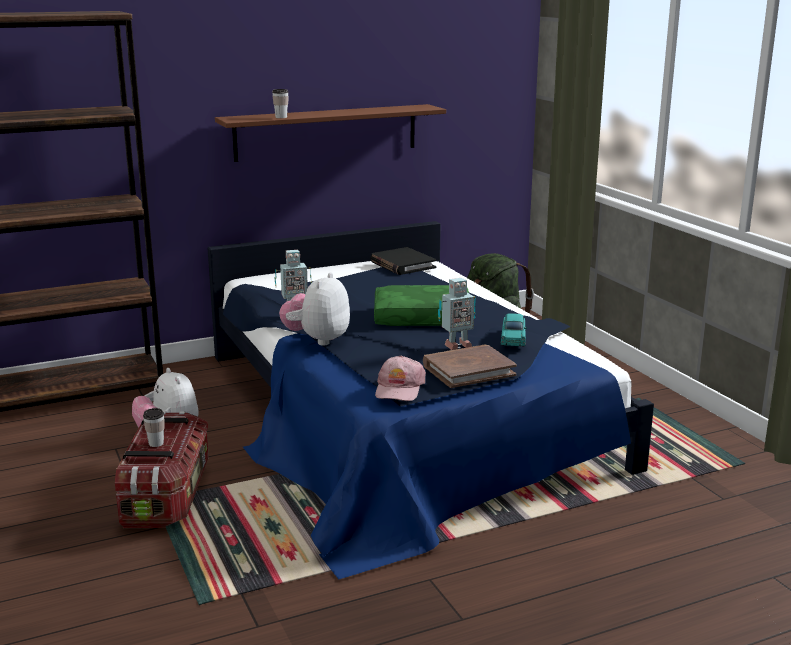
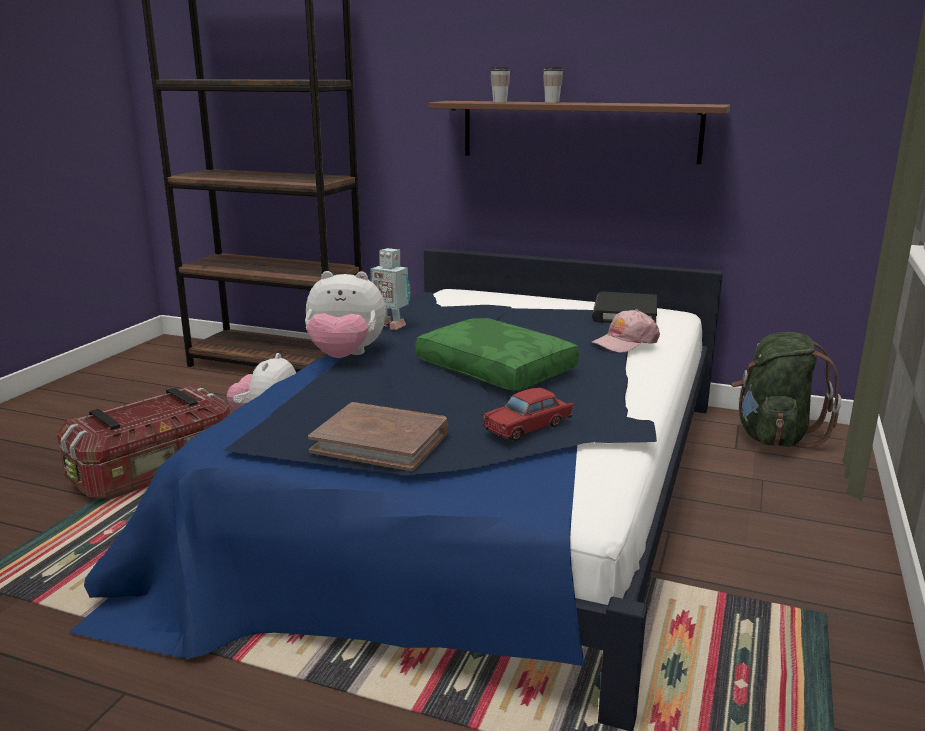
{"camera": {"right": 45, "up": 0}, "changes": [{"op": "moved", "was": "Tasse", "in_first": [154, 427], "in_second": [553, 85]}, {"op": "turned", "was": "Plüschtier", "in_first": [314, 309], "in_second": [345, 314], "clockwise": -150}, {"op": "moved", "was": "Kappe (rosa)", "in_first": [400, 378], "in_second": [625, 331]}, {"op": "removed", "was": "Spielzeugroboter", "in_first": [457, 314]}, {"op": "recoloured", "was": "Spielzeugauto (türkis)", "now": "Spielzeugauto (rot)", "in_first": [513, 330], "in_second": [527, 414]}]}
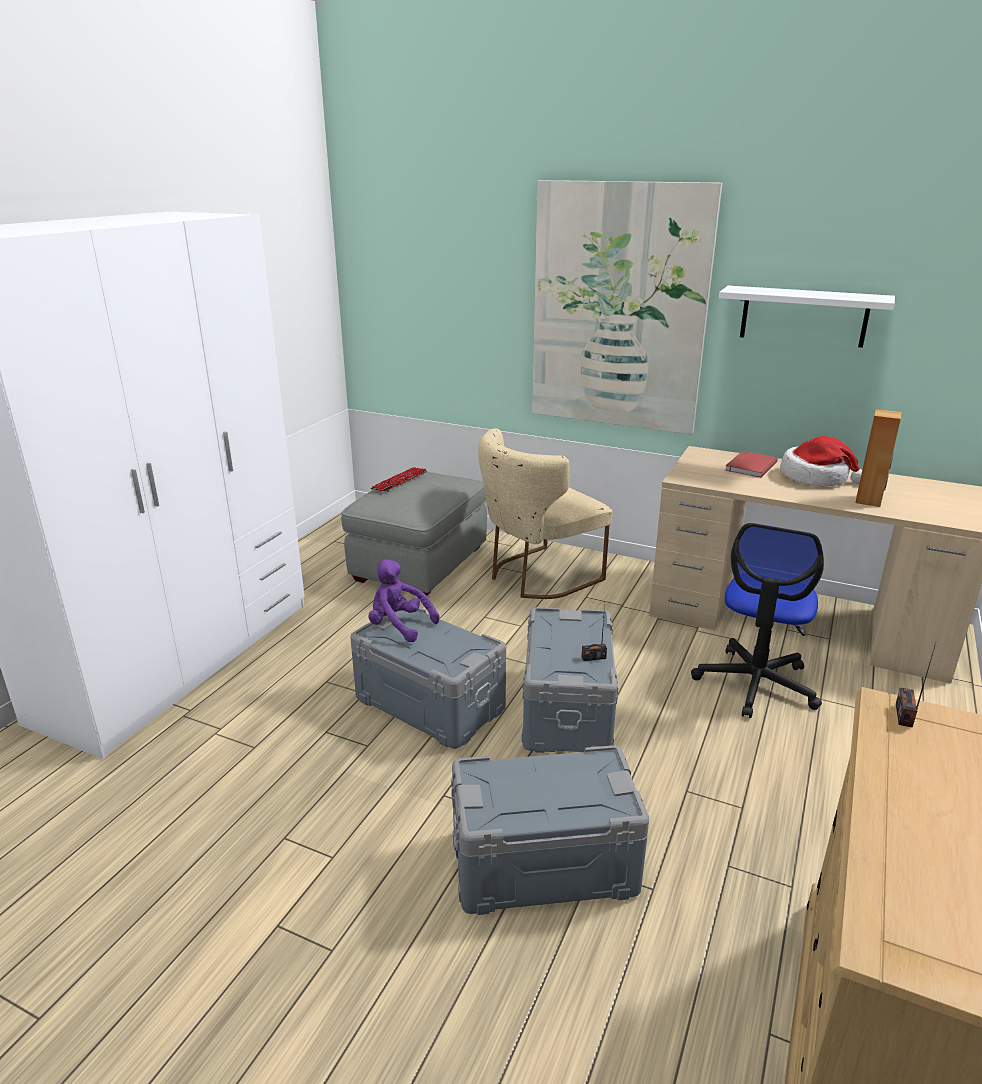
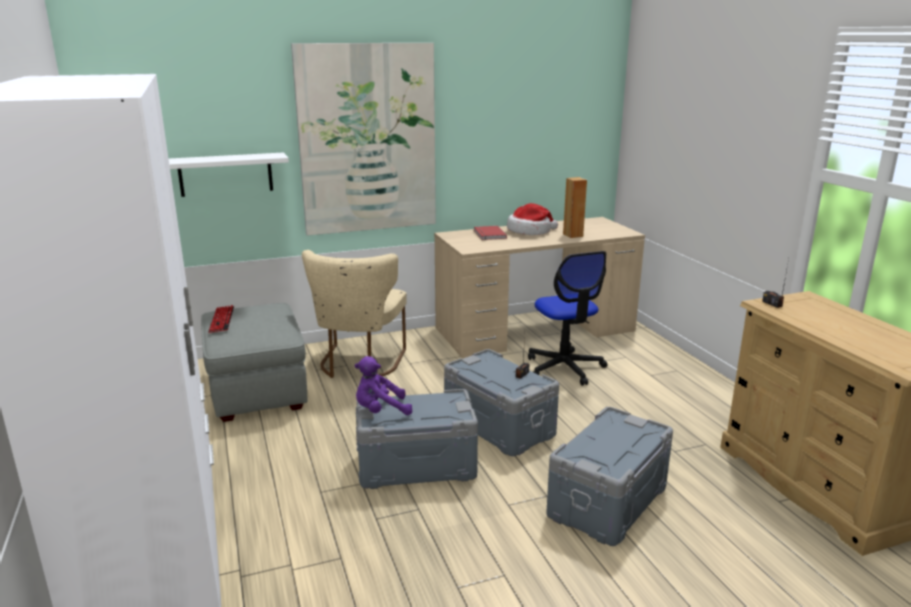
{"camera": {"right": -45, "up": -5}, "changes": [{"op": "moved", "was": "Wandregal (weiß)", "in_first": [807, 317], "in_second": [229, 174]}]}
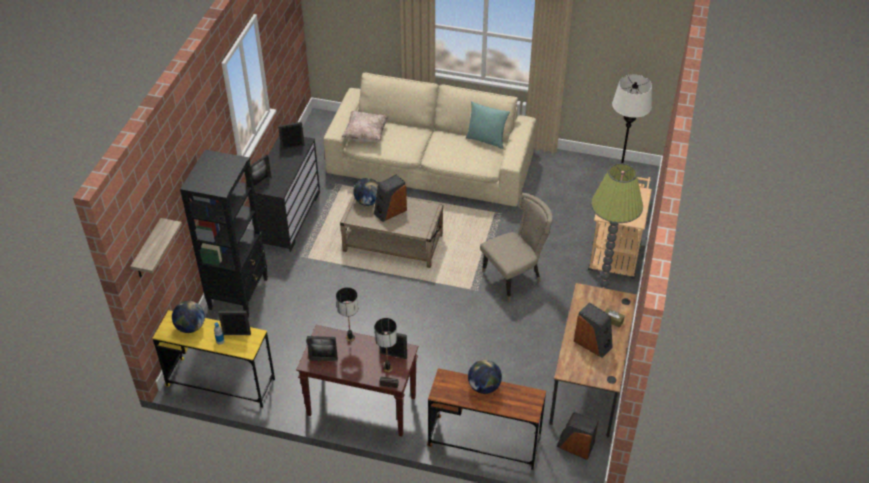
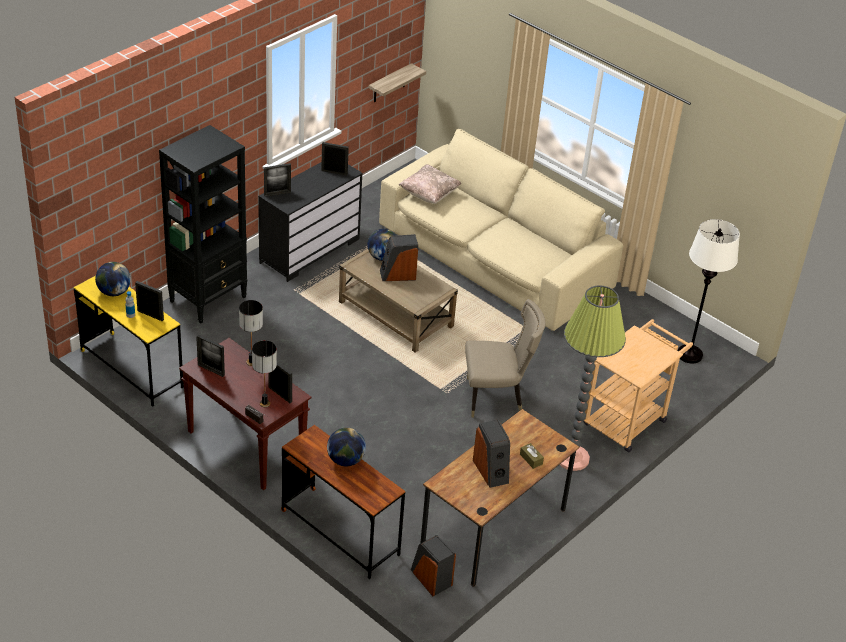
{"camera": {"right": 25, "up": -5}, "changes": [{"op": "moved", "was": "Wandregal", "in_first": [156, 248], "in_second": [397, 82]}, {"op": "removed", "was": "Kissen (türkis)", "in_first": [488, 125]}]}
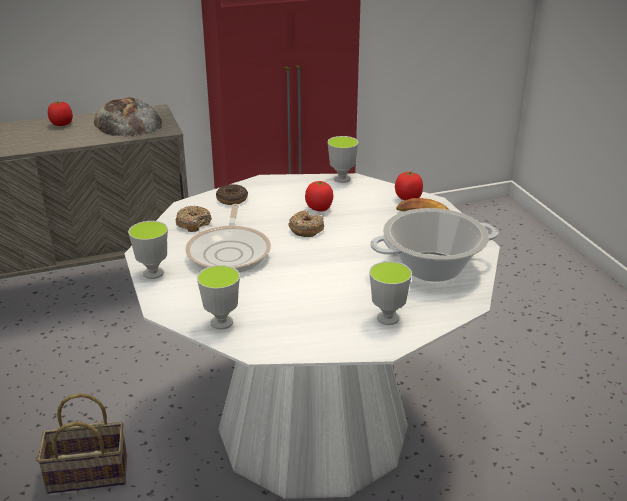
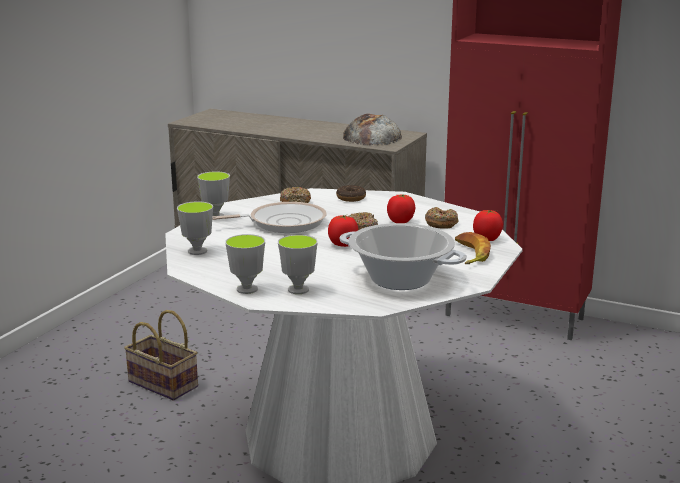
{"camera": {"right": 45, "up": -10}, "changes": [{"op": "moved", "was": "Tomate", "in_first": [60, 113], "in_second": [343, 231]}, {"op": "turned", "was": "Pfanne", "in_first": [228, 238], "in_second": [269, 217], "clockwise": -150}, {"op": "moved", "was": "Tasse", "in_first": [343, 159], "in_second": [245, 264]}, {"op": "added", "now": "Donut", "in_second": [442, 218]}]}
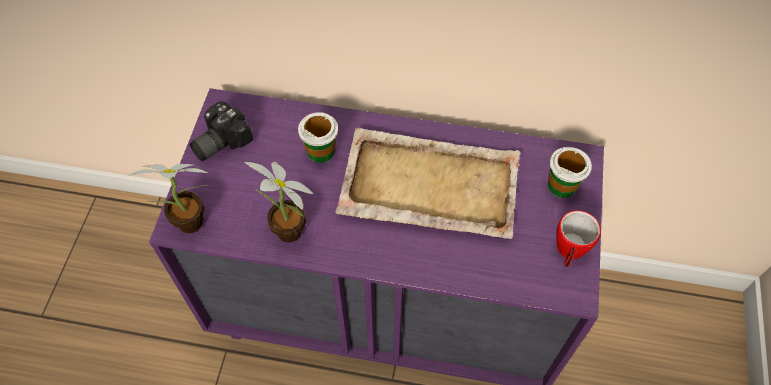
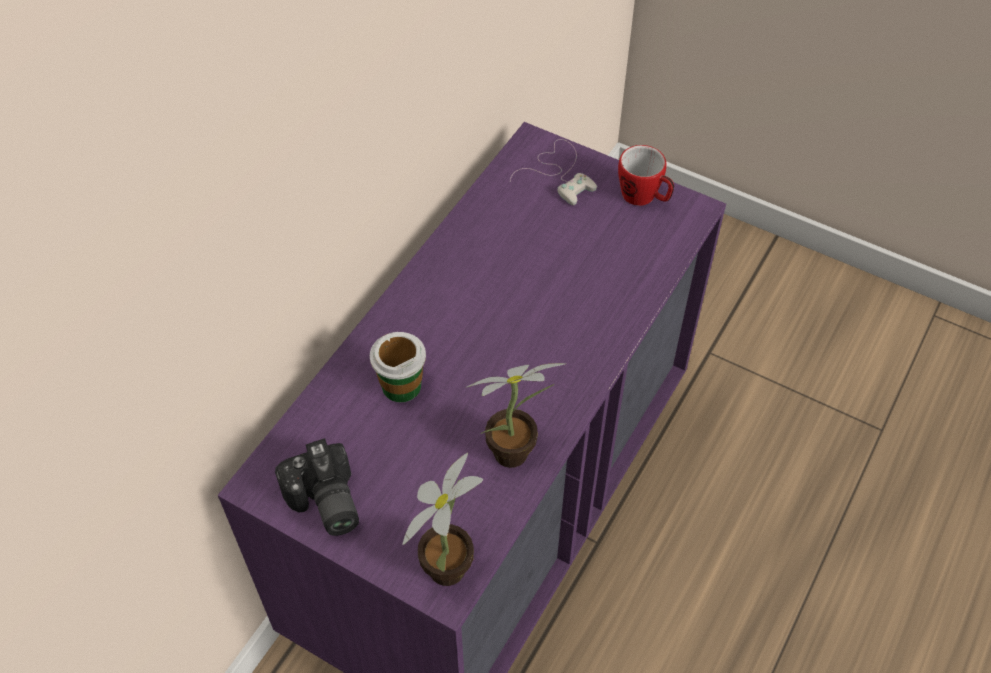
{"camera": {"right": -70, "up": -5}, "changes": [{"op": "removed", "was": "Tablett (beige)", "in_first": [428, 183]}, {"op": "replaced", "was": "Tasse", "now": "Gamepad (weiß)", "in_first": [570, 172], "in_second": [553, 172]}]}
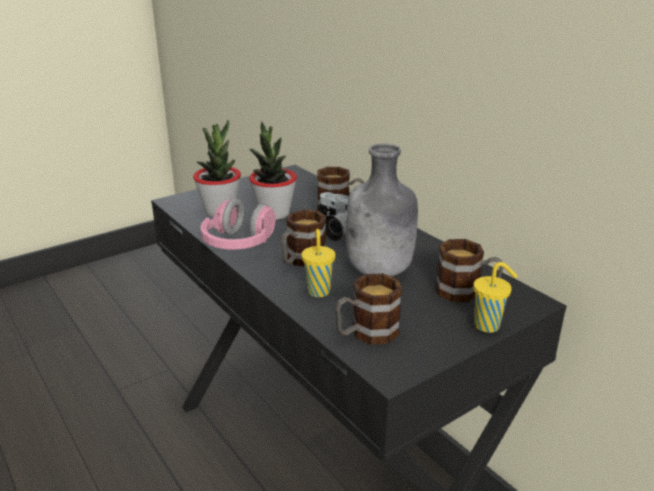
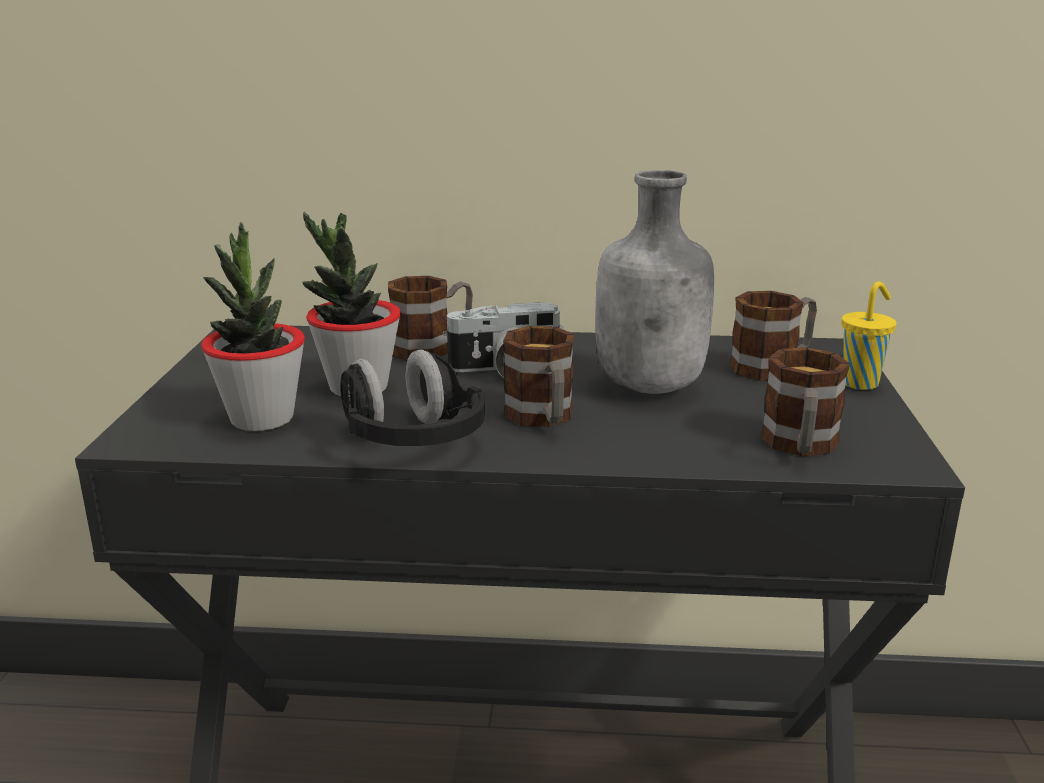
{"camera": {"right": -50, "up": -5}, "changes": [{"op": "recoloured", "was": "Kopfhörer (rosa)", "now": "Kopfhörer (schwarz)", "in_first": [238, 223], "in_second": [412, 397]}, {"op": "removed", "was": "Tasse (gelb)", "in_first": [318, 263]}]}
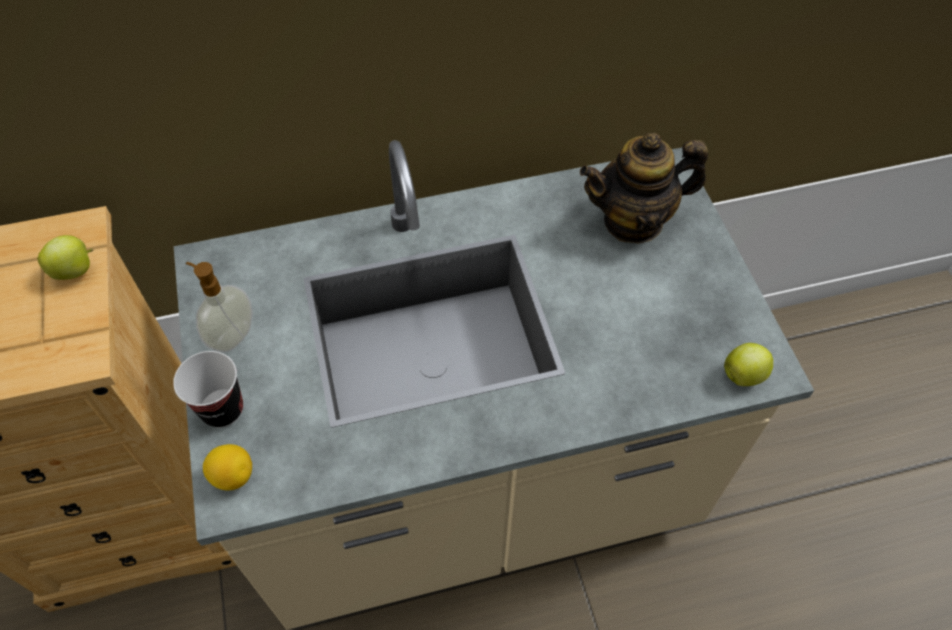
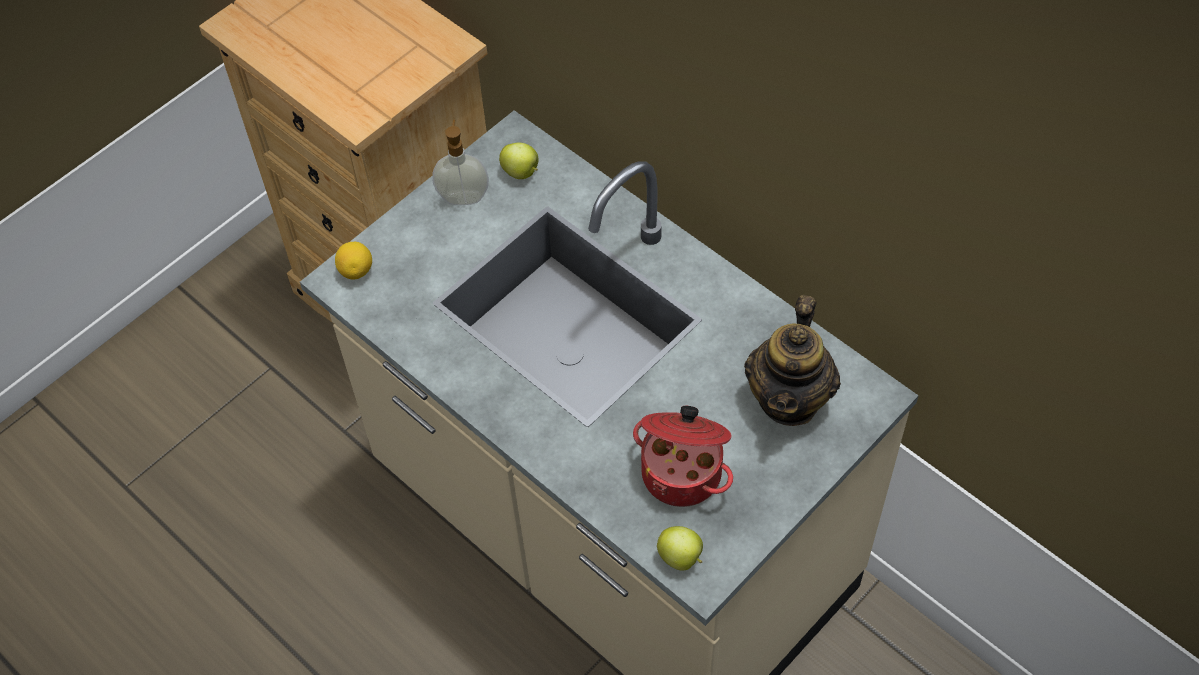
{"camera": {"right": 60, "up": 0}, "changes": [{"op": "moved", "was": "Apfel", "in_first": [65, 257], "in_second": [518, 160]}, {"op": "removed", "was": "Tasse", "in_first": [208, 389]}, {"op": "turned", "was": "Teekanne", "in_first": [644, 188], "in_second": [792, 360], "clockwise": -120}, {"op": "added", "now": "Kochtopf", "in_second": [683, 456]}]}
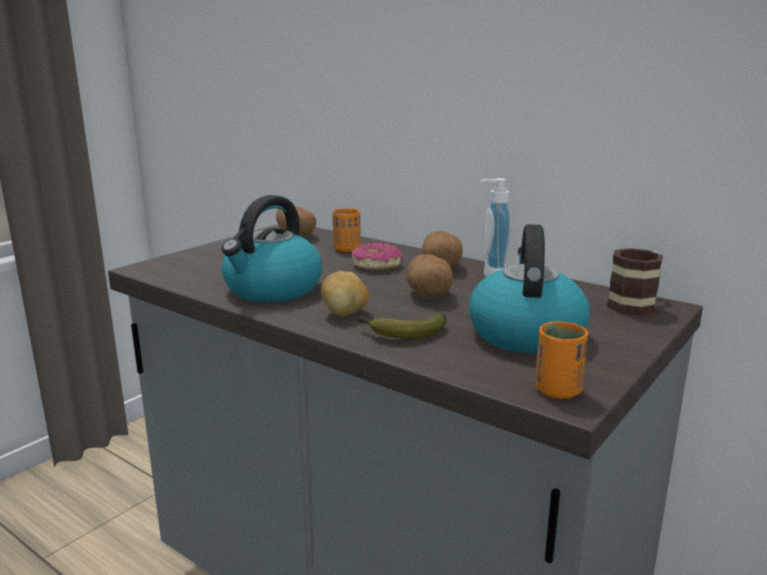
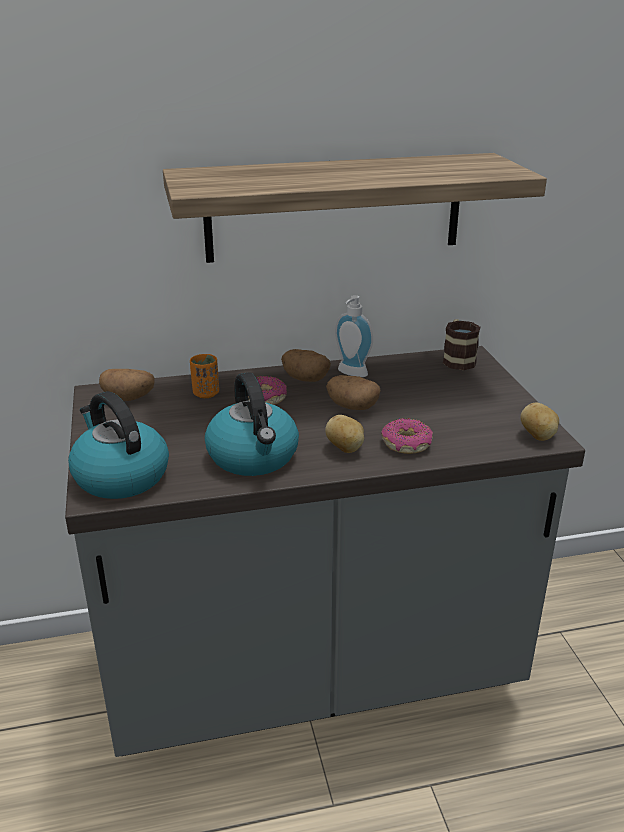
{"camera": {"right": -50, "up": 10}, "changes": [{"op": "replaced", "was": "Banane", "now": "Donut", "in_first": [402, 326], "in_second": [407, 436]}, {"op": "moved", "was": "Wasserkessel", "in_first": [529, 289], "in_second": [118, 445]}, {"op": "replaced", "was": "Tasse (orange)", "now": "Kartoffel", "in_first": [562, 360], "in_second": [539, 422]}, {"op": "added", "now": "Wandregal", "in_second": [355, 208]}]}
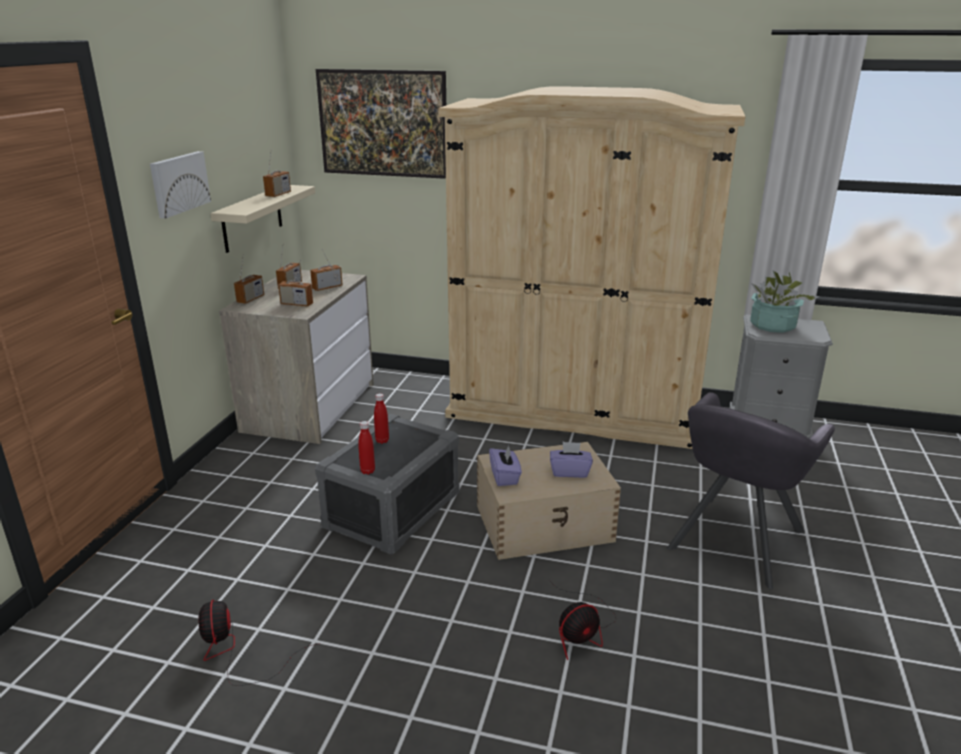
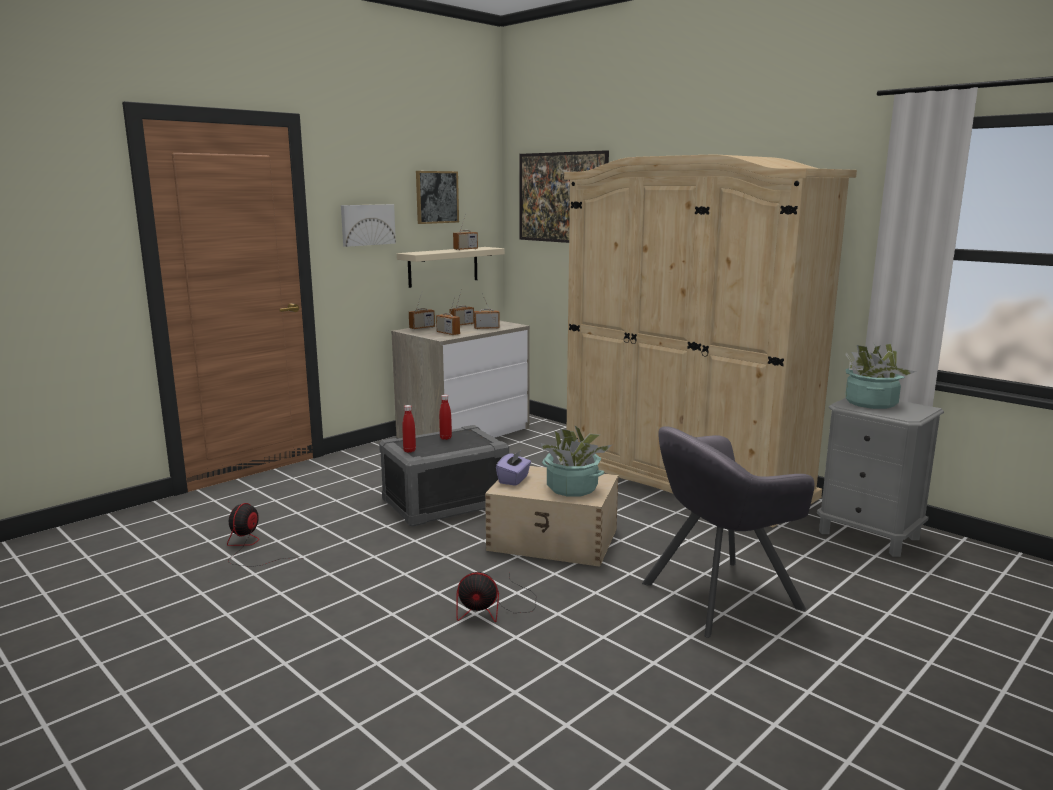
{"camera": {"right": 30, "up": -10}, "changes": [{"op": "replaced", "was": "Taschentuchbox (lila)", "now": "Topfpflanze", "in_first": [571, 460], "in_second": [576, 461]}, {"op": "added", "now": "Bild", "in_second": [437, 197]}]}
